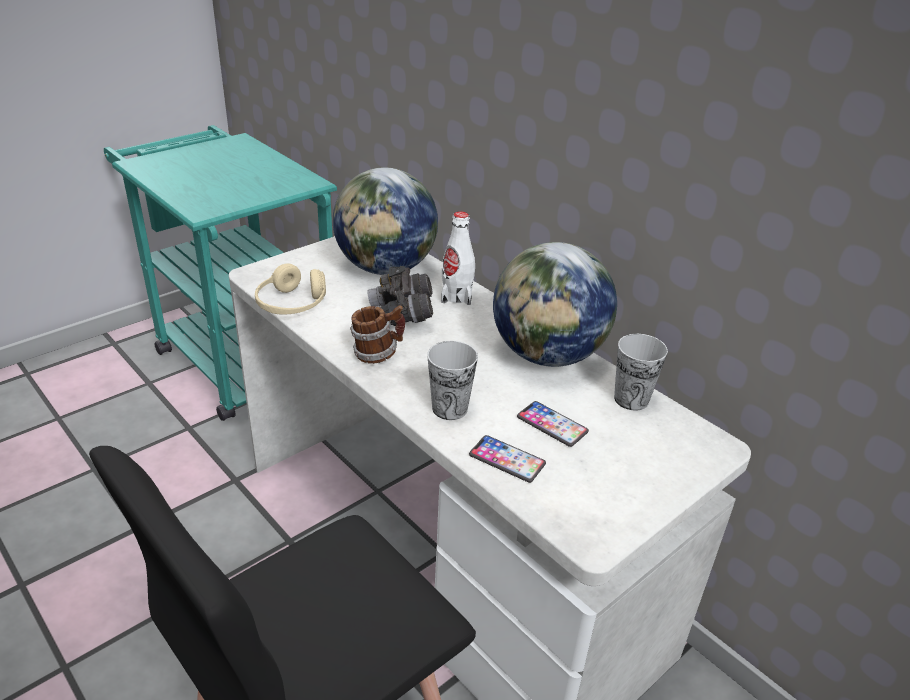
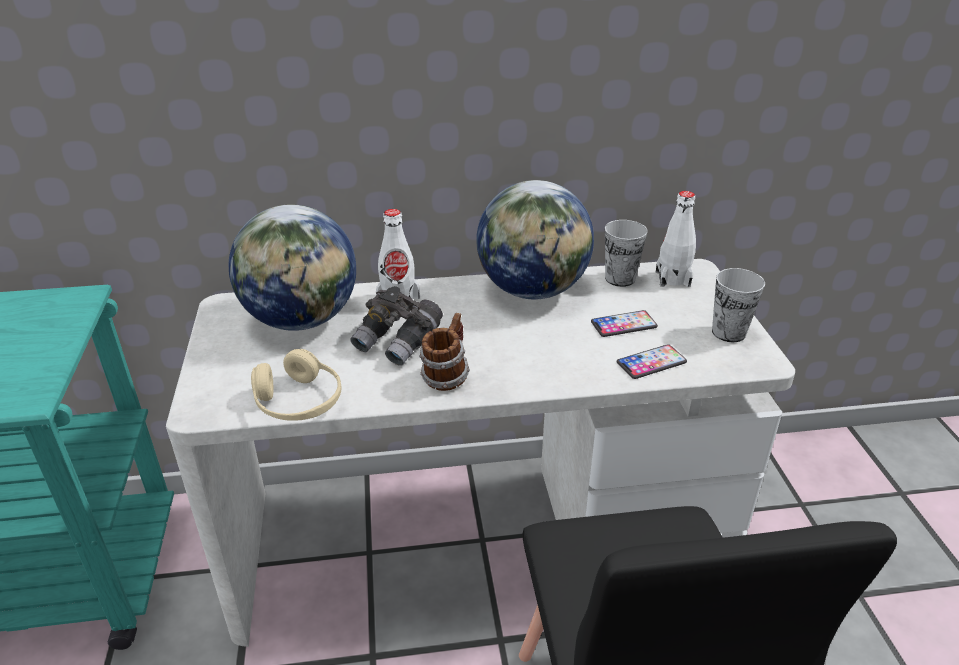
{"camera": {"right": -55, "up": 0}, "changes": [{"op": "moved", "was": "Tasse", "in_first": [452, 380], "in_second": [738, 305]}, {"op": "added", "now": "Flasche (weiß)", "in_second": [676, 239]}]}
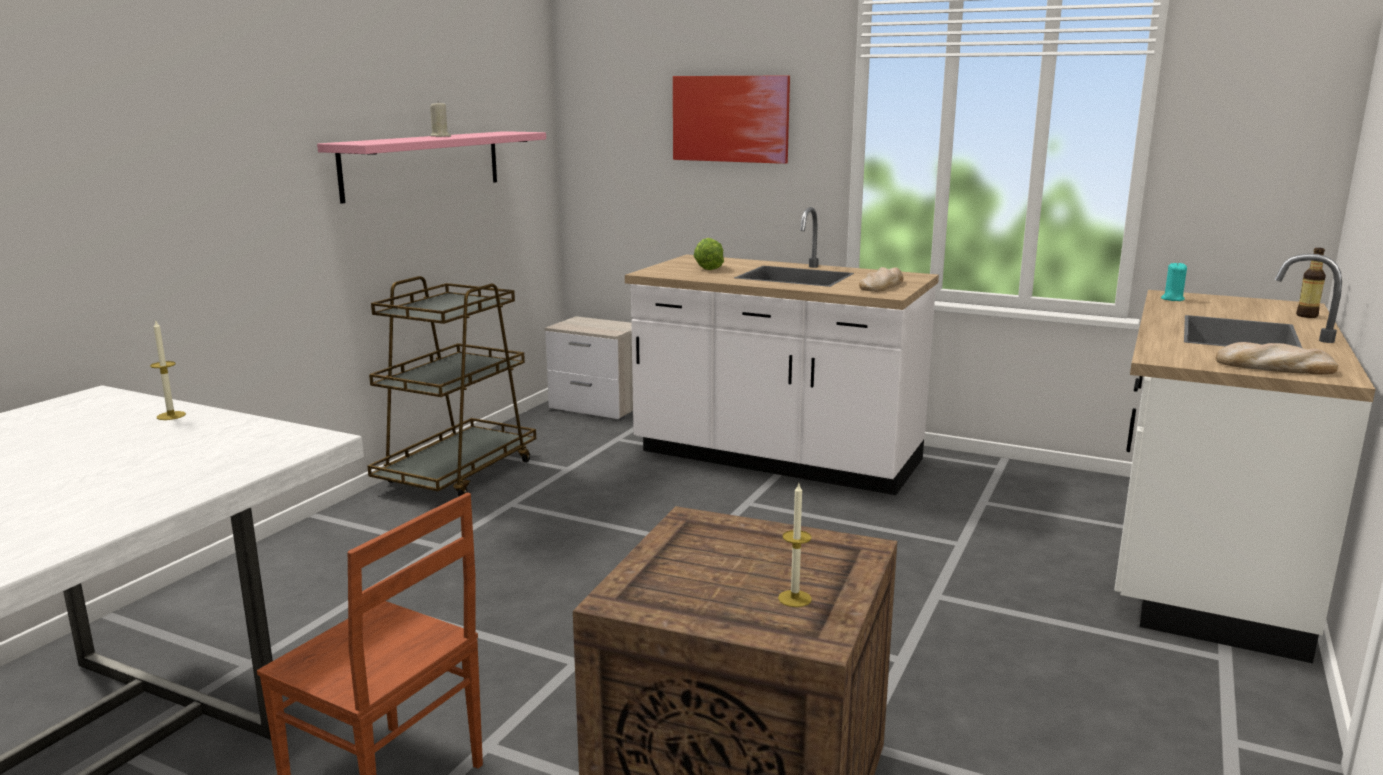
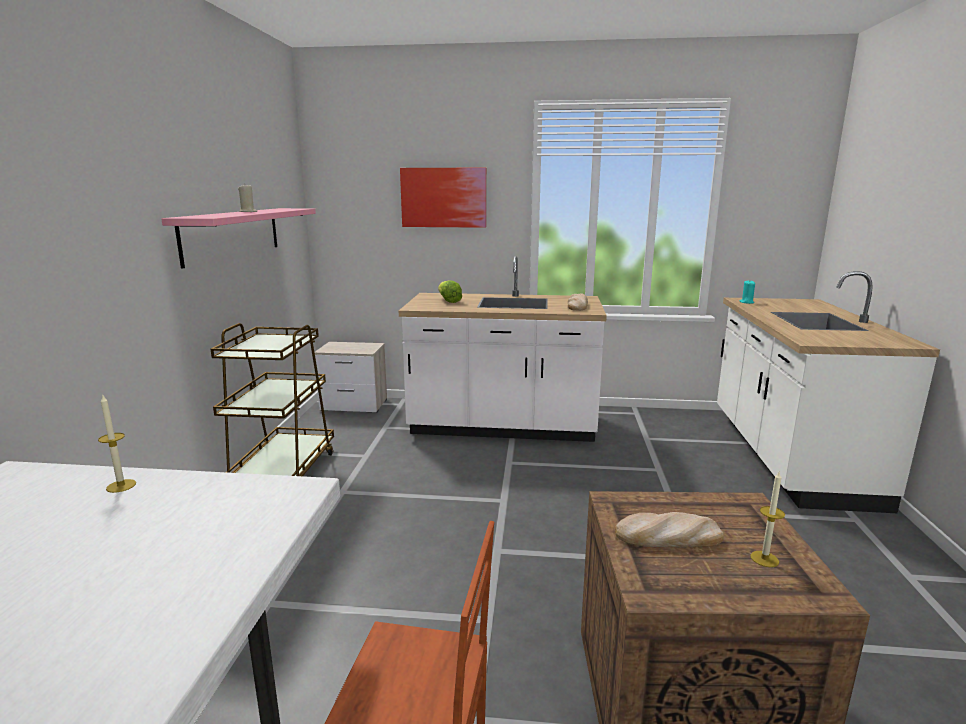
{"camera": {"right": -20, "up": 0}, "changes": [{"op": "moved", "was": "Brot", "in_first": [1276, 358], "in_second": [669, 529]}, {"op": "removed", "was": "Flasche", "in_first": [1311, 283]}]}
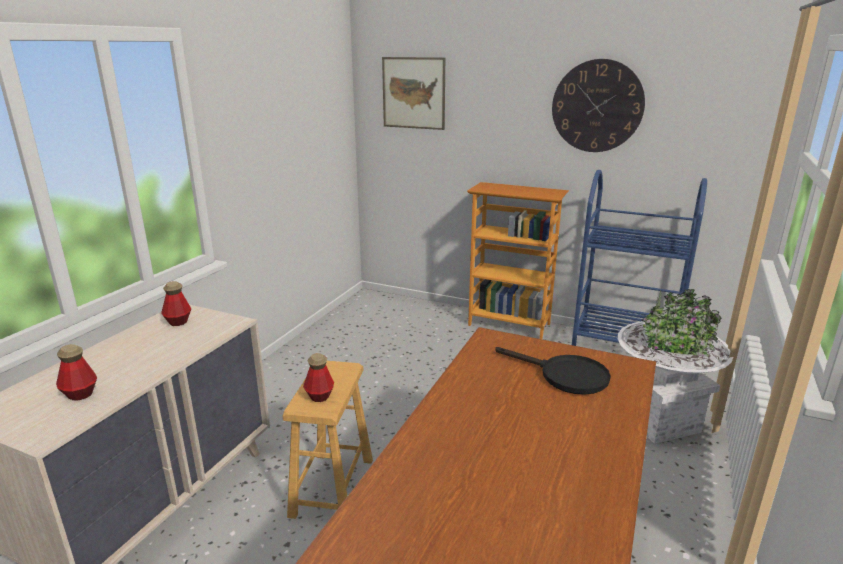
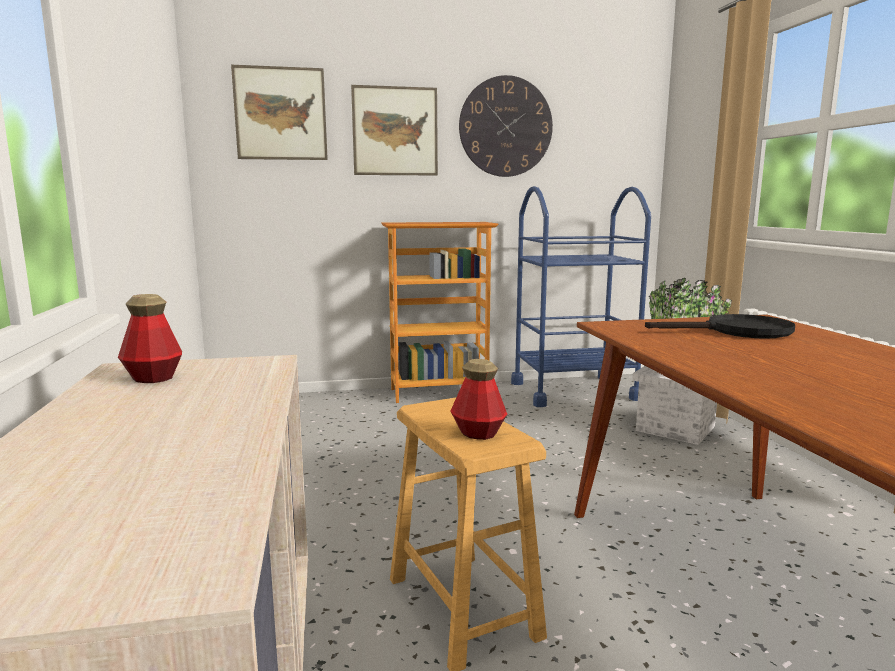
{"camera": {"right": -35, "up": -10}, "changes": [{"op": "removed", "was": "Flasche", "in_first": [76, 372]}, {"op": "added", "now": "Bild", "in_second": [394, 130]}]}
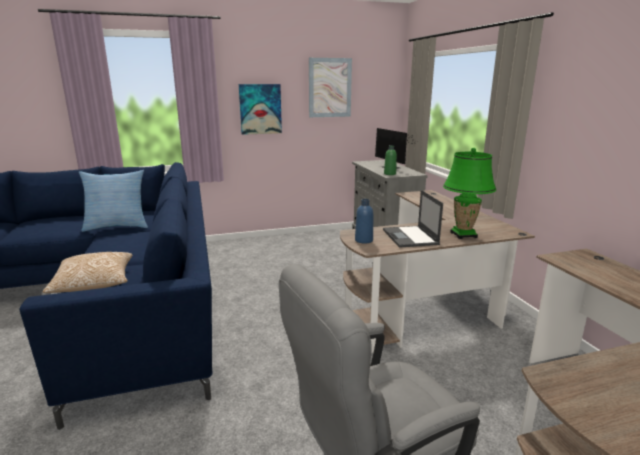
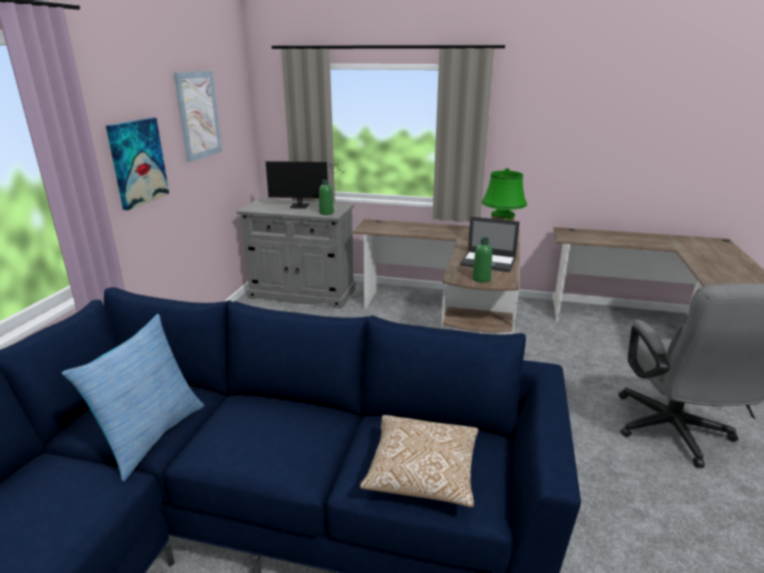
{"camera": {"right": -60, "up": 5}, "changes": [{"op": "recoloured", "was": "Flasche (blau)", "now": "Flasche (grün)", "in_first": [364, 221], "in_second": [482, 260]}]}
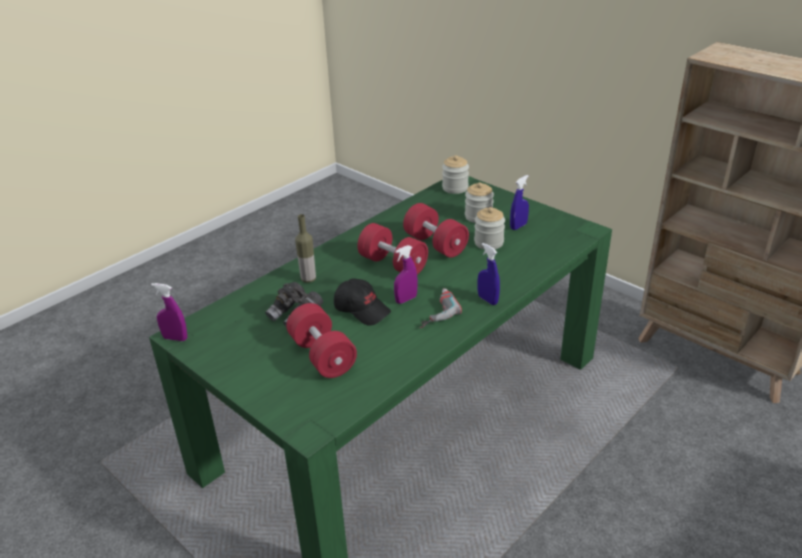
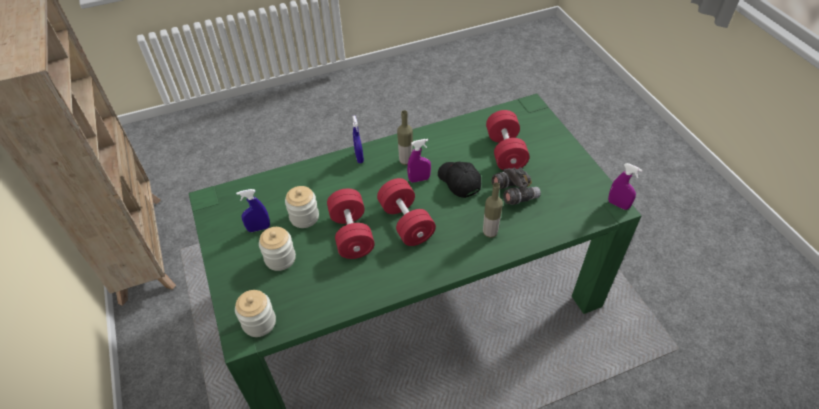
{"camera": {"right": -155, "up": 15}, "changes": [{"op": "replaced", "was": "Bohrmaschine", "now": "Flasche", "in_first": [440, 308], "in_second": [405, 137]}]}
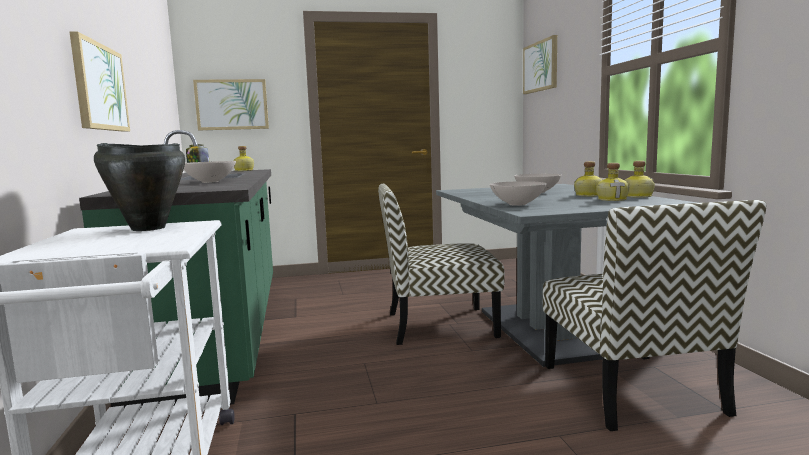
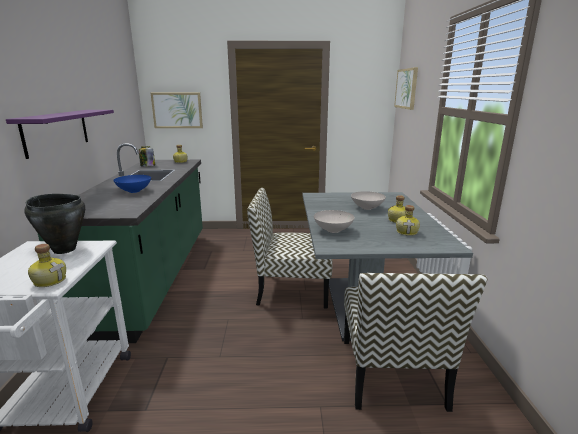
{"camera": {"right": 10, "up": 10}, "changes": [{"op": "replaced", "was": "Bild", "now": "Wandregal (lila)", "in_first": [100, 82], "in_second": [60, 134]}, {"op": "recoloured", "was": "Schüssel (weiß)", "now": "Schüssel (blau)", "in_first": [210, 172], "in_second": [132, 184]}, {"op": "moved", "was": "Flasche", "in_first": [639, 179], "in_second": [47, 265]}]}
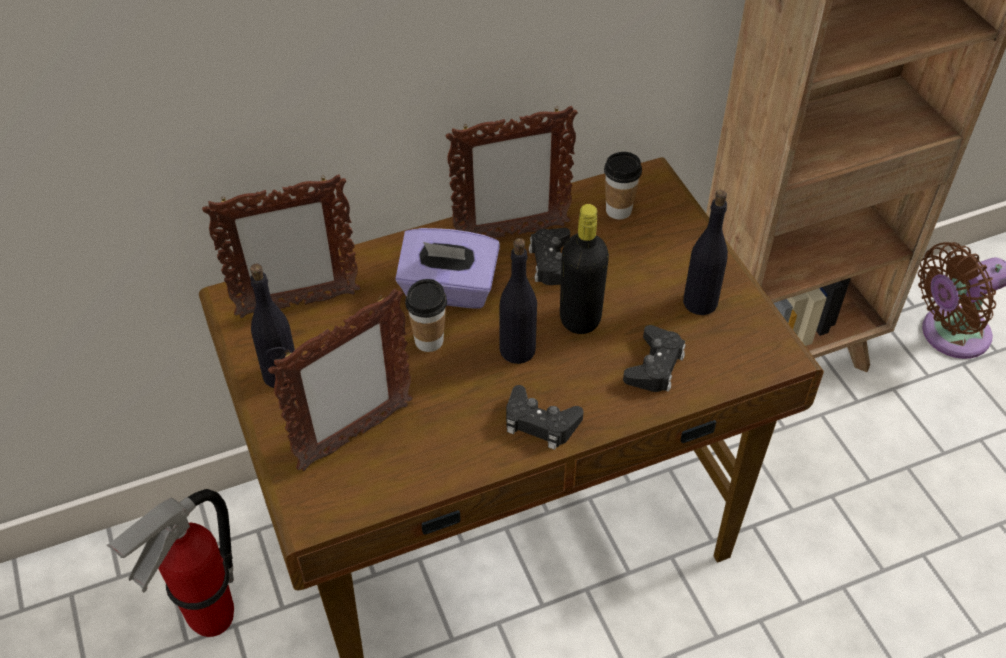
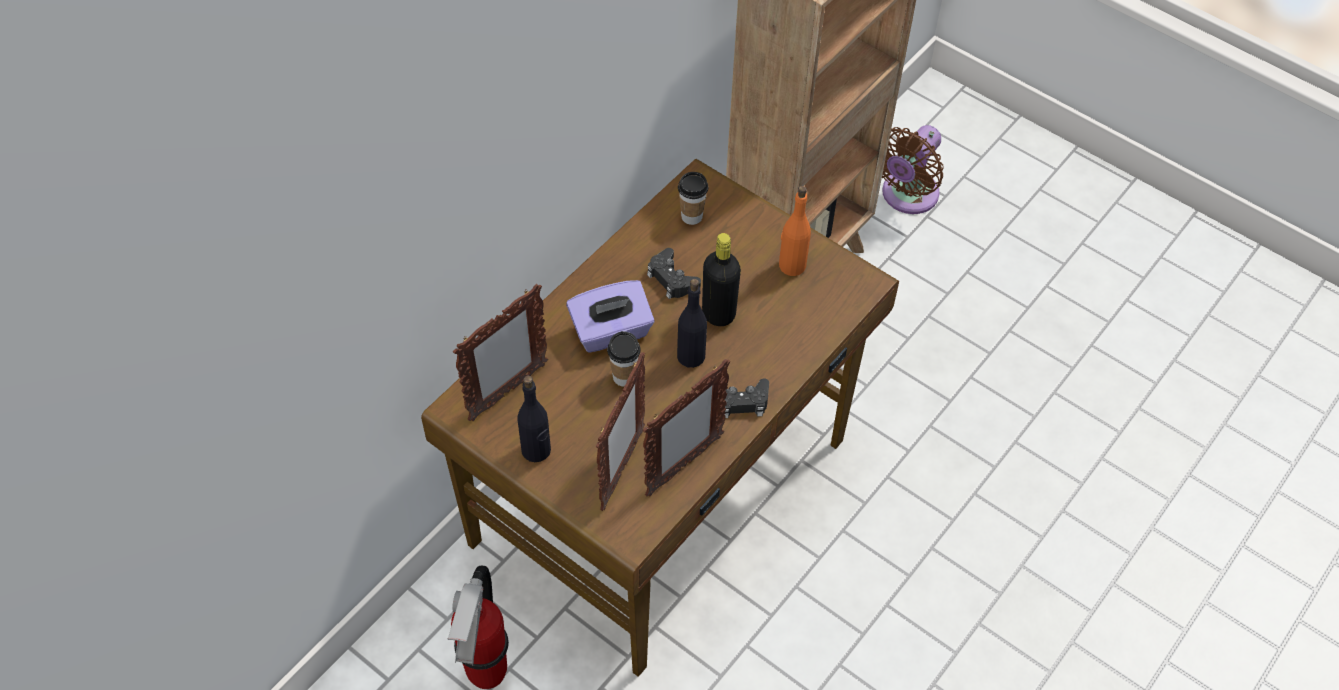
{"camera": {"right": -30, "up": 5}, "changes": [{"op": "moved", "was": "Bilderrahmen", "in_first": [511, 172], "in_second": [686, 427]}, {"op": "removed", "was": "Gamepad (schwarz)", "in_first": [654, 358]}, {"op": "recoloured", "was": "Flasche (schwarz)", "now": "Flasche (orange)", "in_first": [705, 252], "in_second": [795, 231]}]}
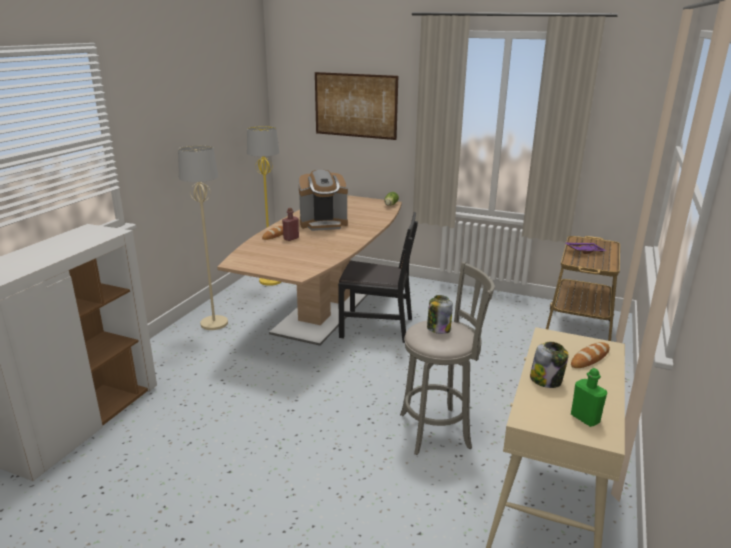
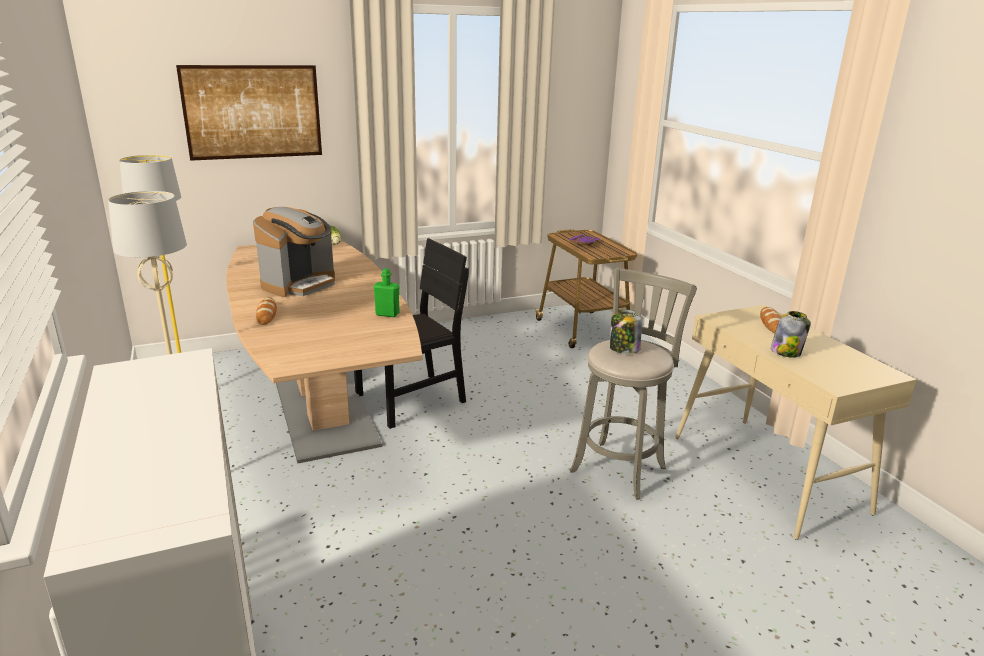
{"camera": {"right": -45, "up": 0}, "changes": [{"op": "removed", "was": "Flasche (rot)", "in_first": [290, 224]}, {"op": "moved", "was": "Flasche (grün)", "in_first": [589, 397], "in_second": [387, 292]}]}
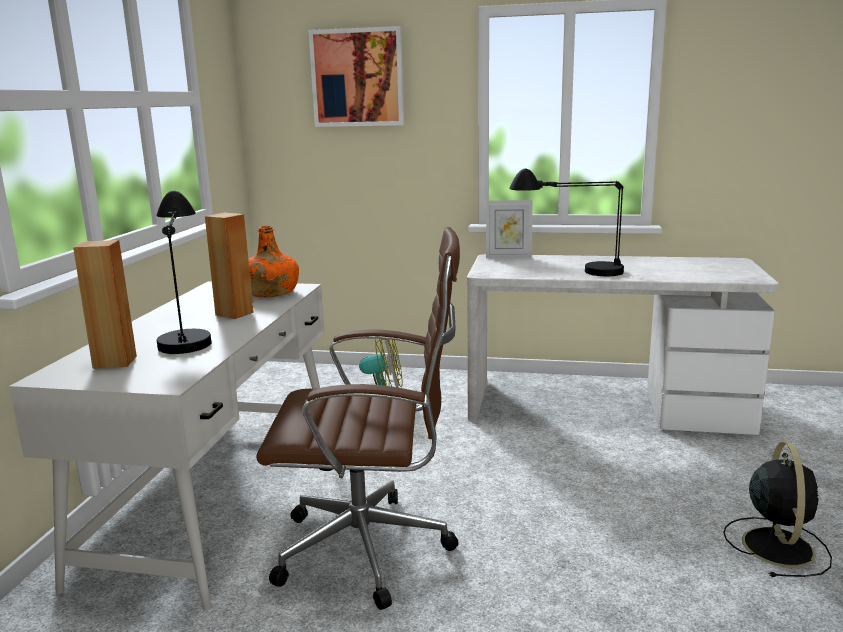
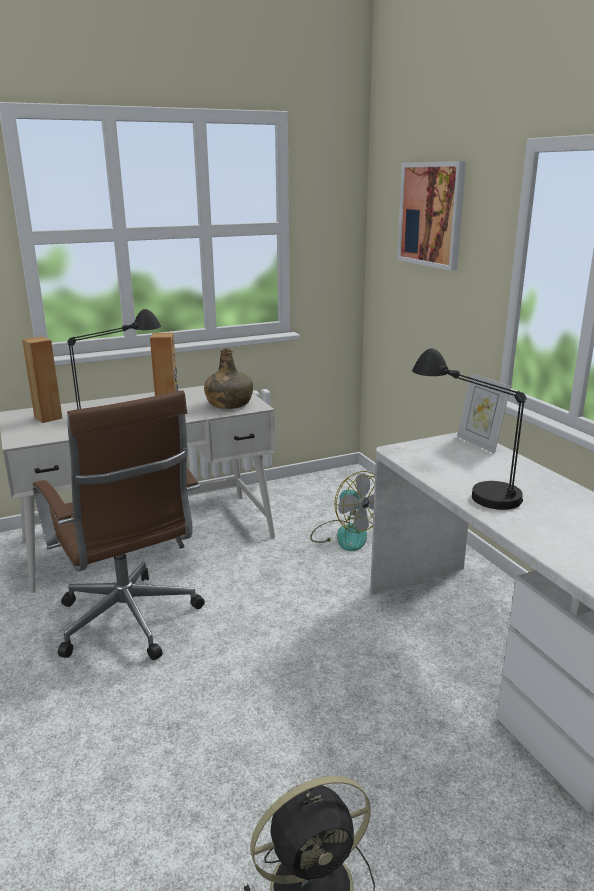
{"camera": {"right": 55, "up": 5}, "changes": [{"op": "recoloured", "was": "Flasche (orange)", "now": "Flasche (grün)", "in_first": [273, 262], "in_second": [228, 378]}]}
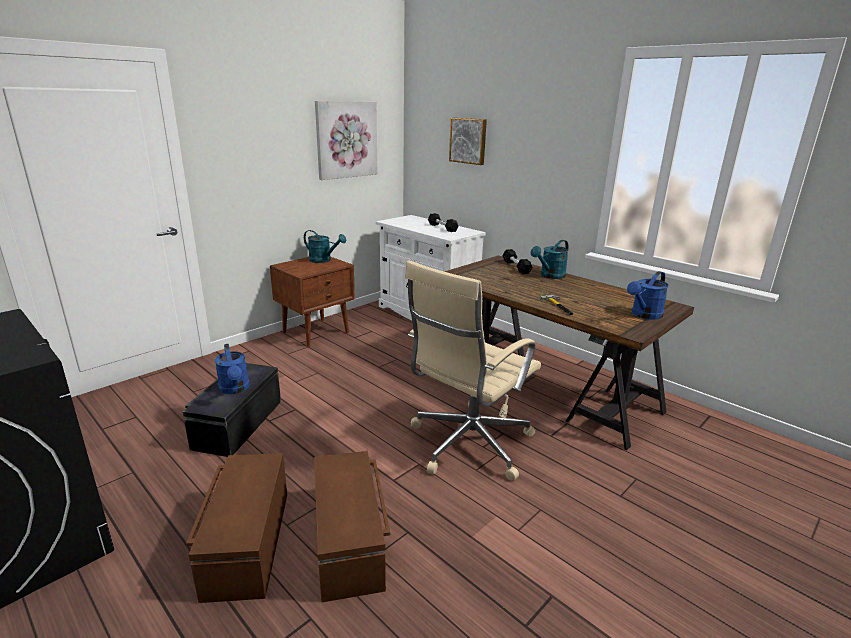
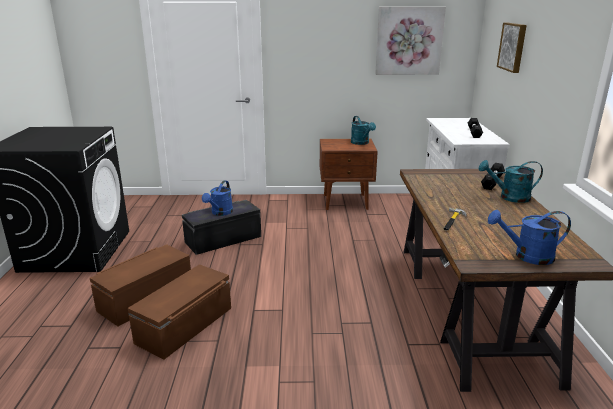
{"camera": {"right": 45, "up": 0}, "changes": [{"op": "removed", "was": "Bürostuhl (beige)", "in_first": [473, 371]}]}
